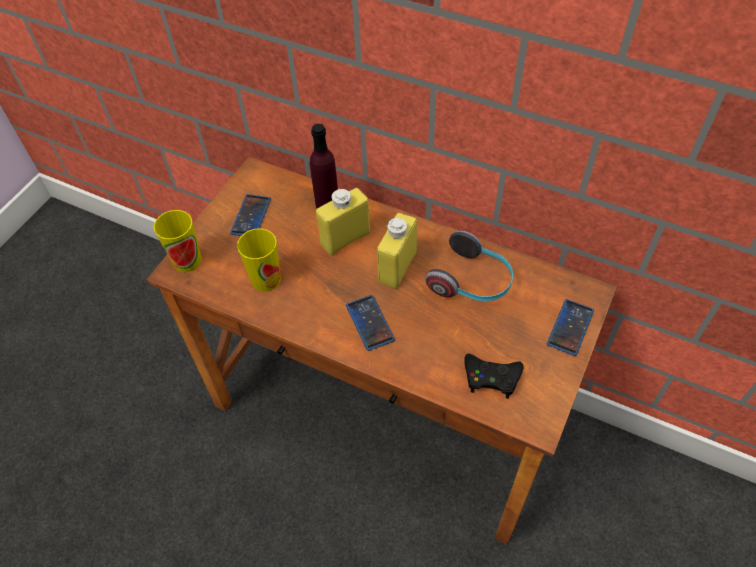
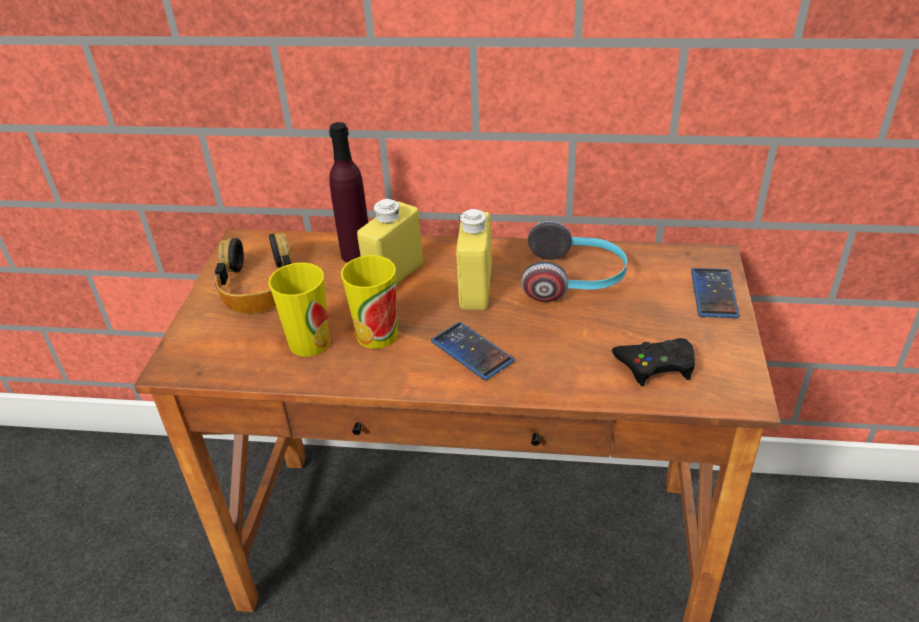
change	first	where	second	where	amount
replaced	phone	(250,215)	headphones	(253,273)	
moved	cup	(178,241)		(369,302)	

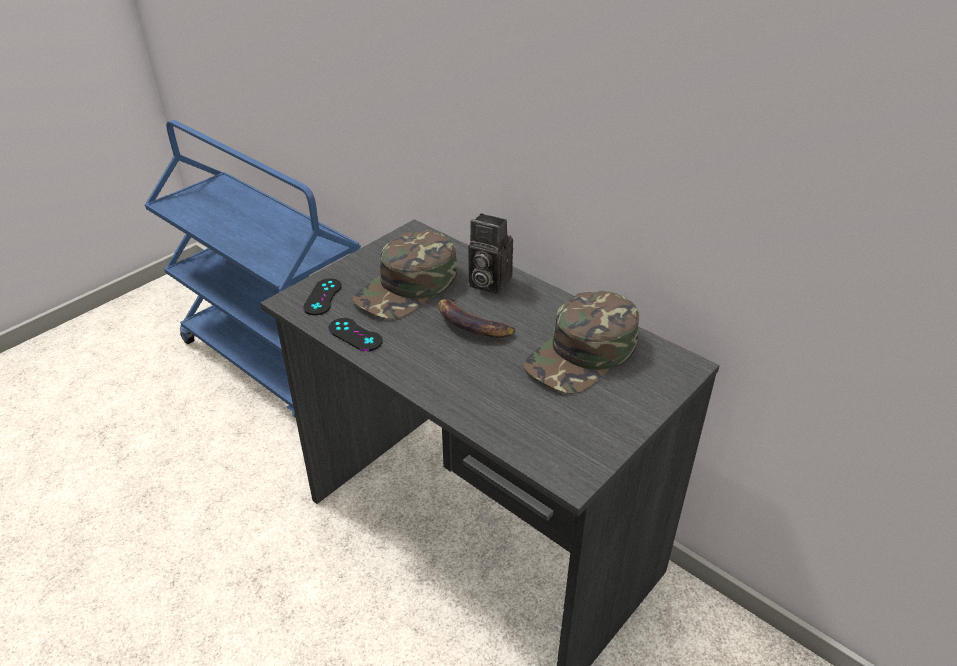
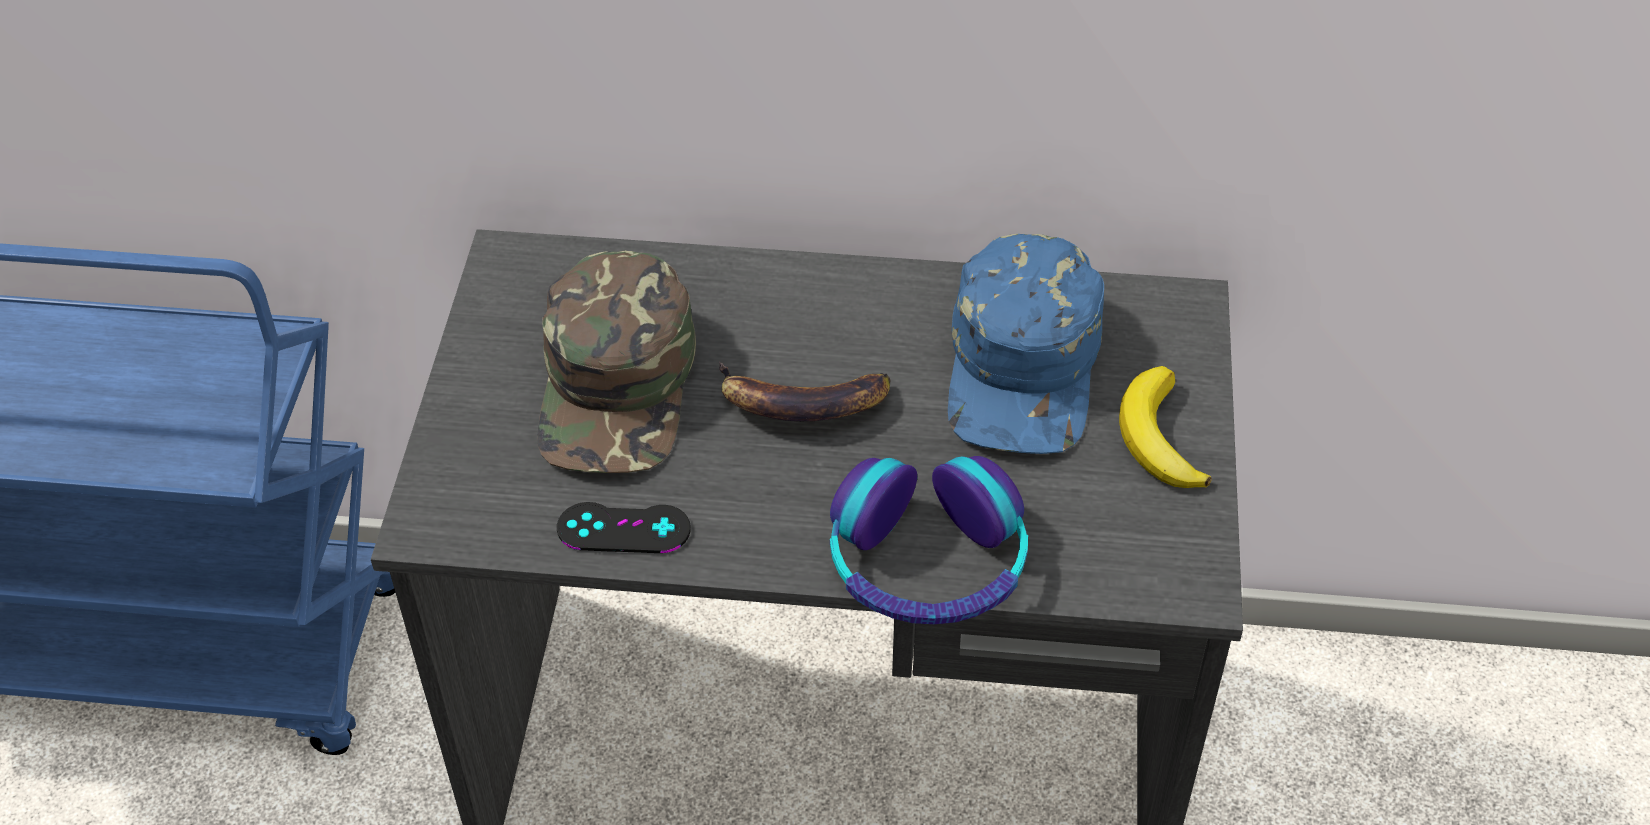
change	first	where	second	where	amount
added			headphones	(929,540)	
recoloured	cap (green)	(581,342)	cap (blue)	(1026,344)	
added			banana	(1165,427)	
removed	game controller (black)	(322,296)			
removed	photo camera	(490,253)			

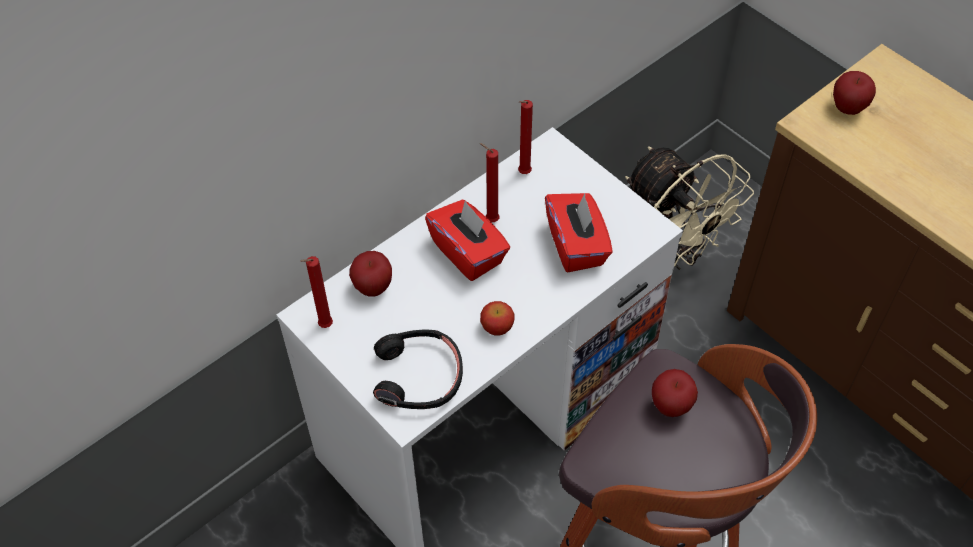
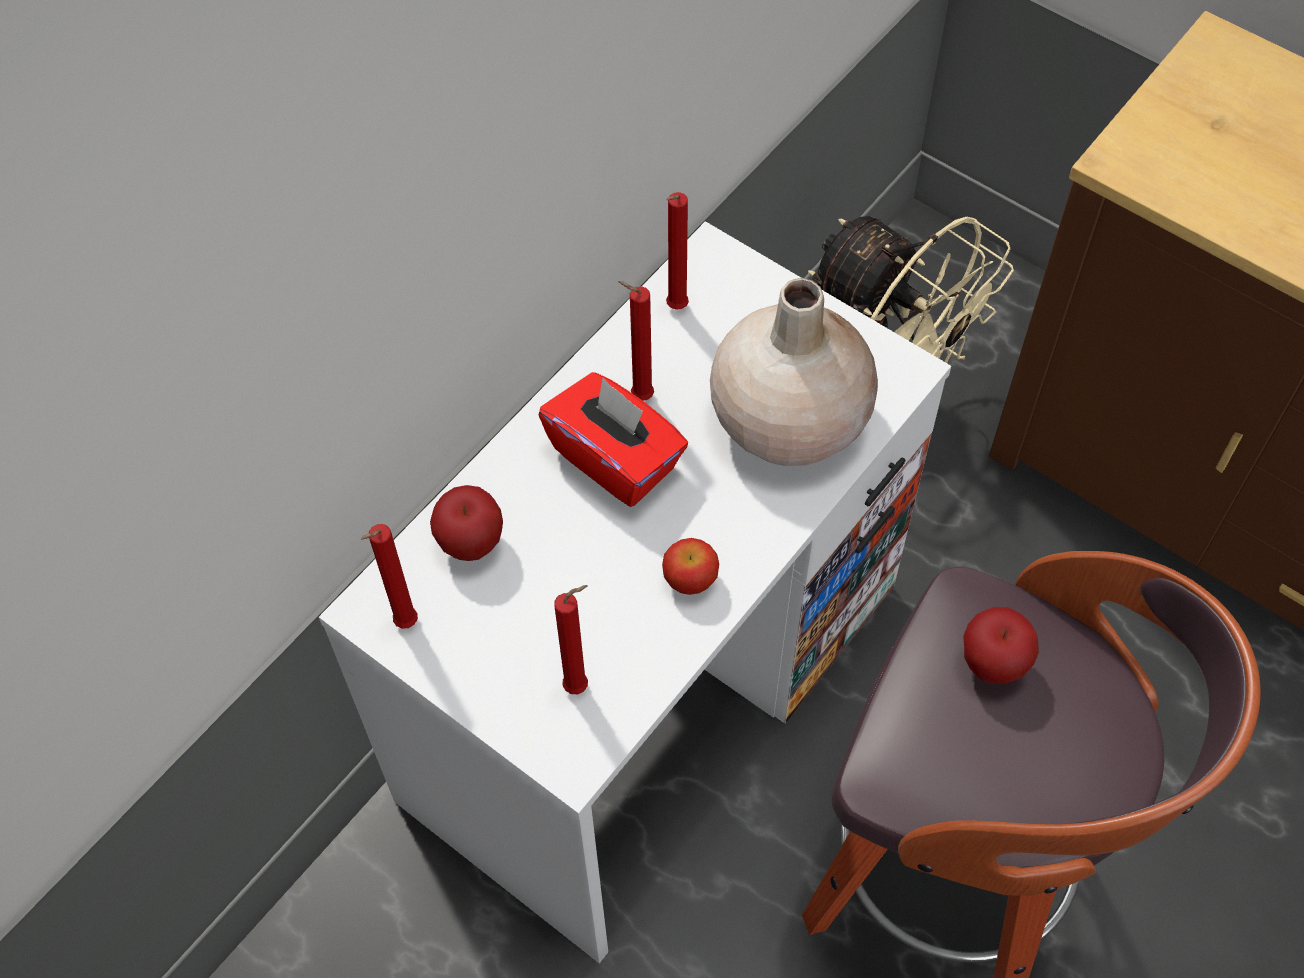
change	first	where	second	where	amount
replaced	headphones (black)	(418,369)	candle (red)	(571,639)	
replaced	tissue box (red)	(579,232)	vase (beige)	(794,372)	
removed	apple	(854,93)			

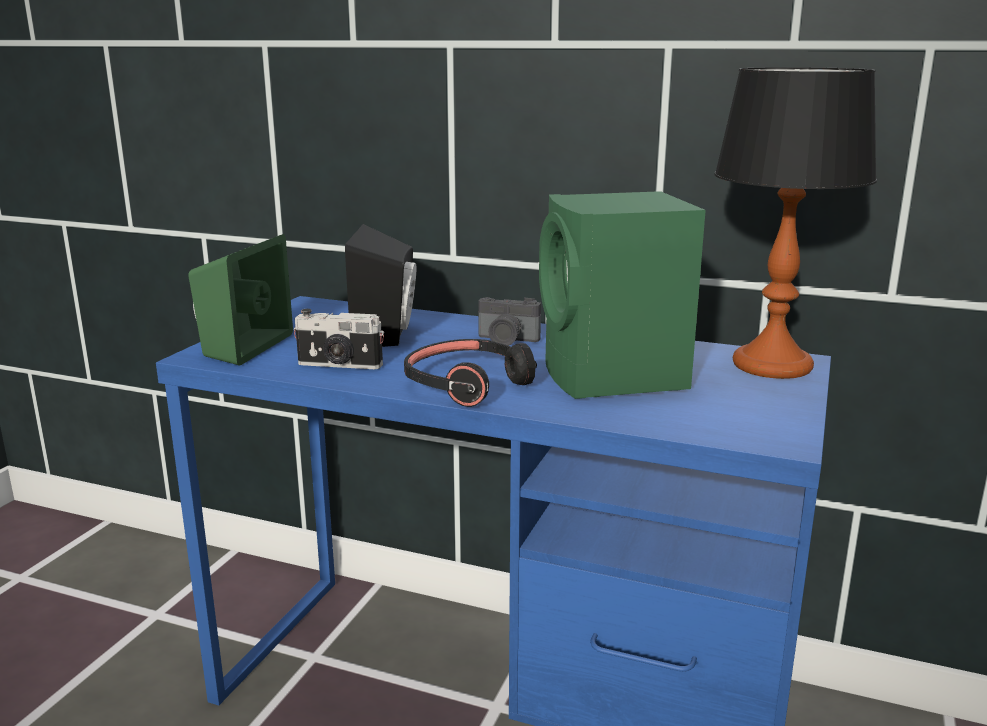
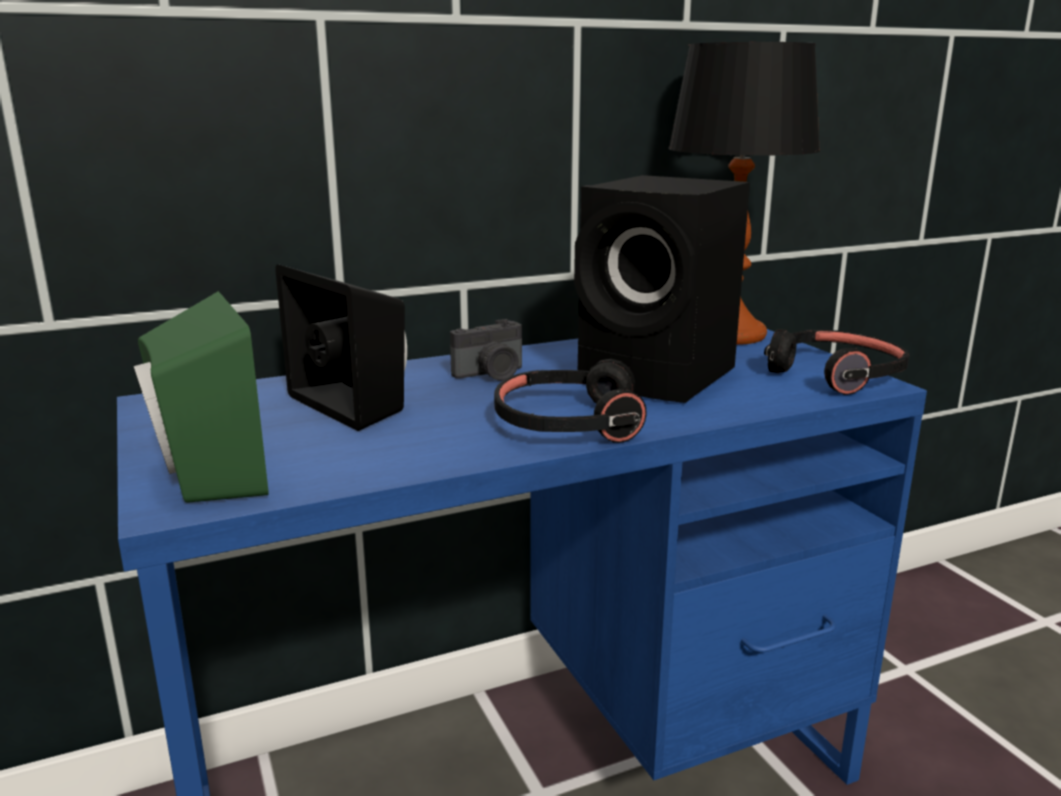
change	first	where	second	where	amount
recoloured	speaker (green)	(622,295)	speaker (black)	(662,289)	
added			headphones (black)	(837,362)	
removed	photo camera	(339,339)			

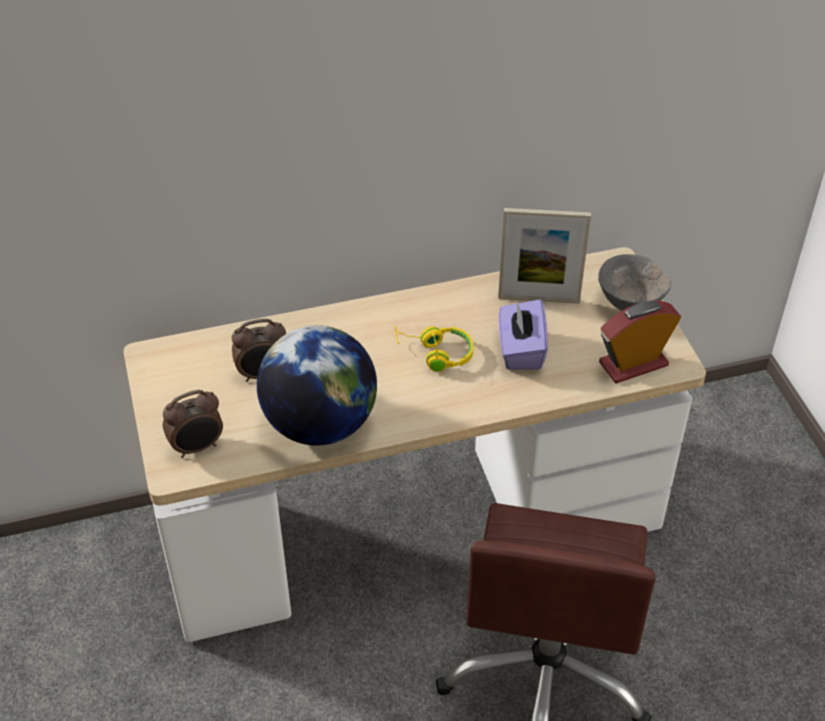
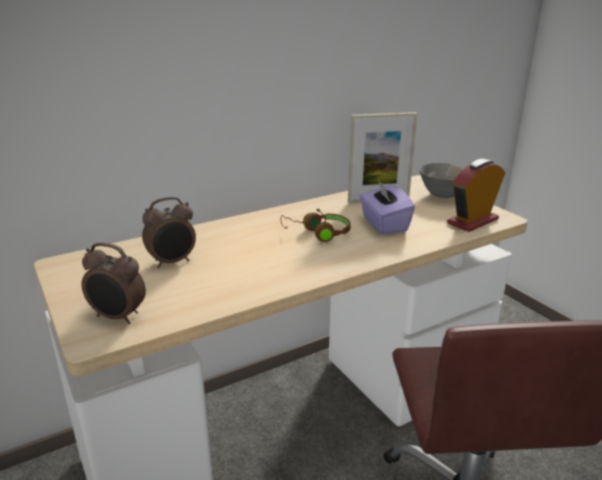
change	first	where	second	where	amount
turned	alarm clock	(193,424)		(114,283)	60 degrees clockwise
recoloured	headphones (yellow)	(434,349)	headphones (brown)	(315,225)	
removed	globe	(317,385)			

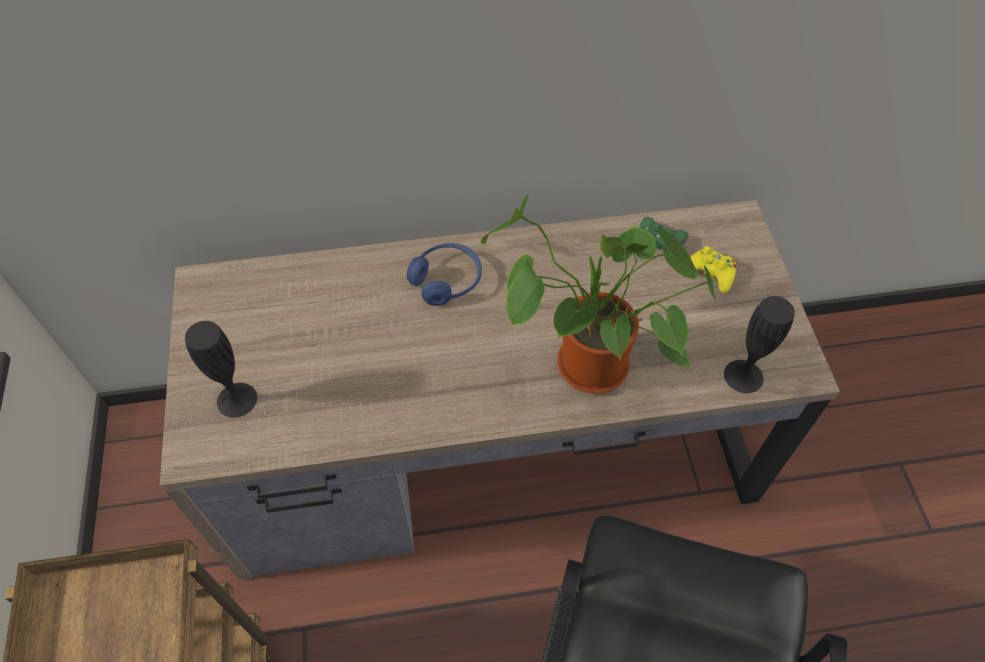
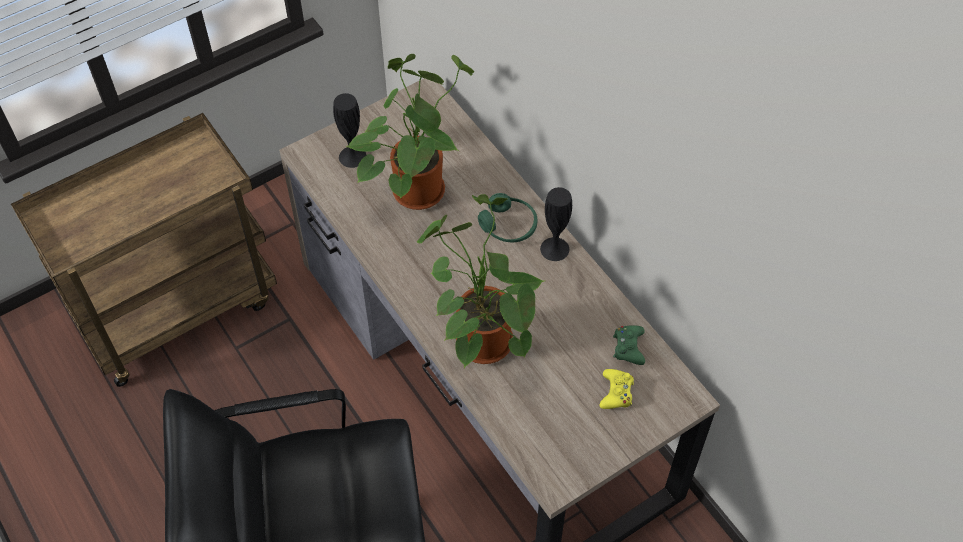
change	first	where	second	where	amount
added			potted plant	(410,132)	
recoloured	headphones (blue)	(444,274)	headphones (green)	(508,217)	
moved	vase (black)	(759,345)		(556,224)	

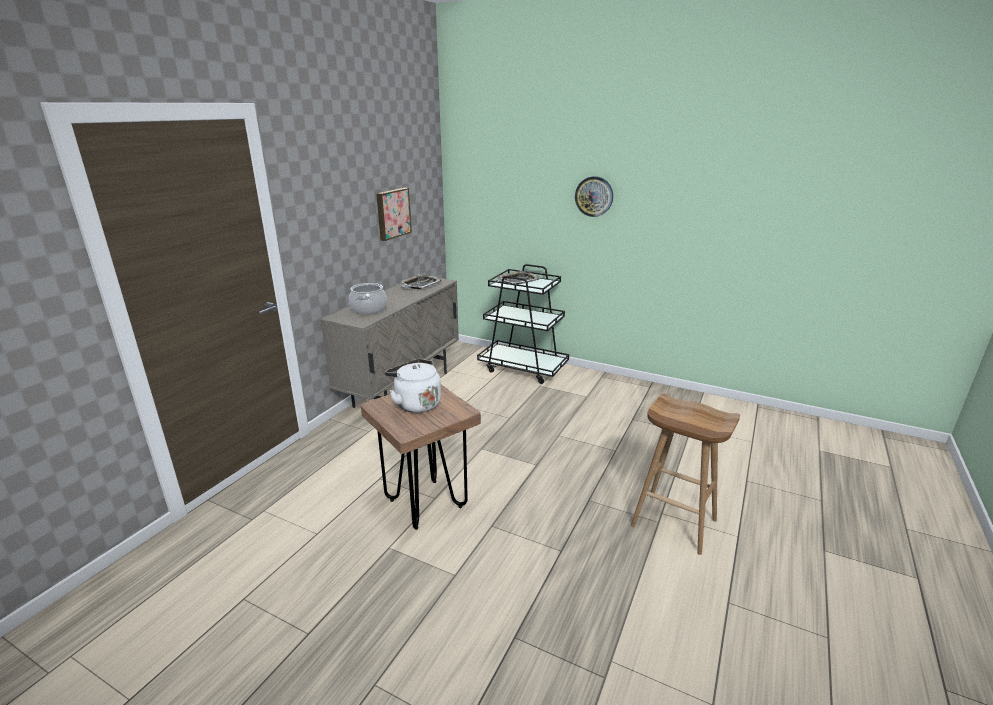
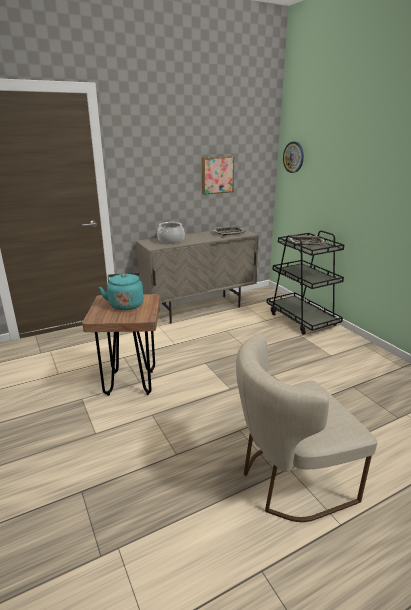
change	first	where	second	where	amount
recoloured	kettle (white)	(413,386)	kettle (turquoise)	(121,291)	
replaced	stool (brown)	(685,474)	chair (beige)	(307,428)	
moved	wall clock	(594,196)		(293,157)	

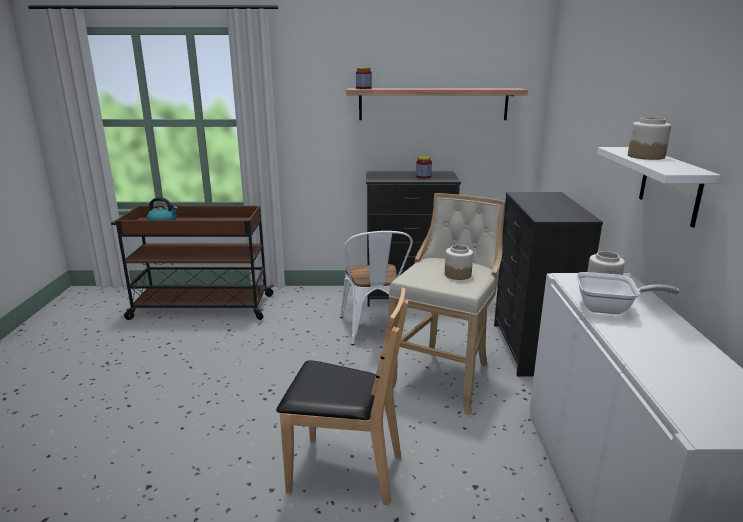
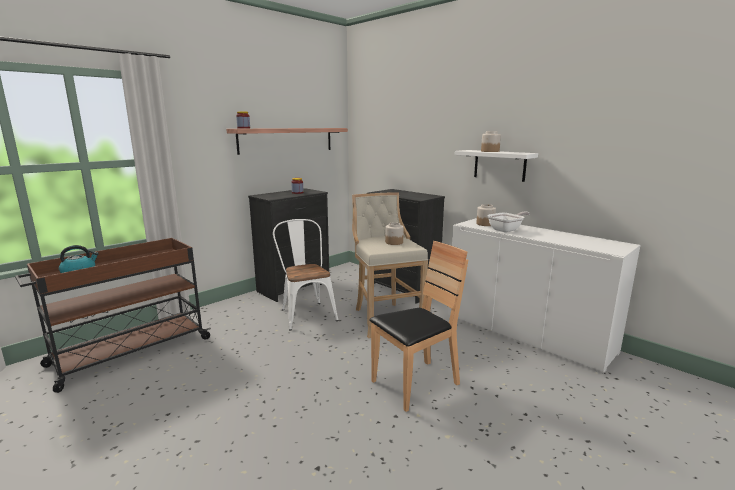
change	first	where	second	where	amount
turned	chair (white)	(376,288)		(306,275)	150 degrees counterclockwise

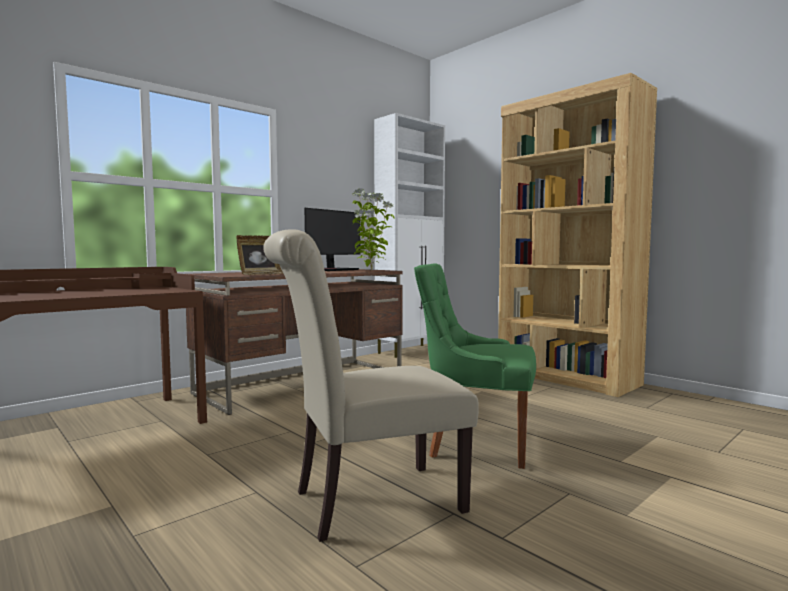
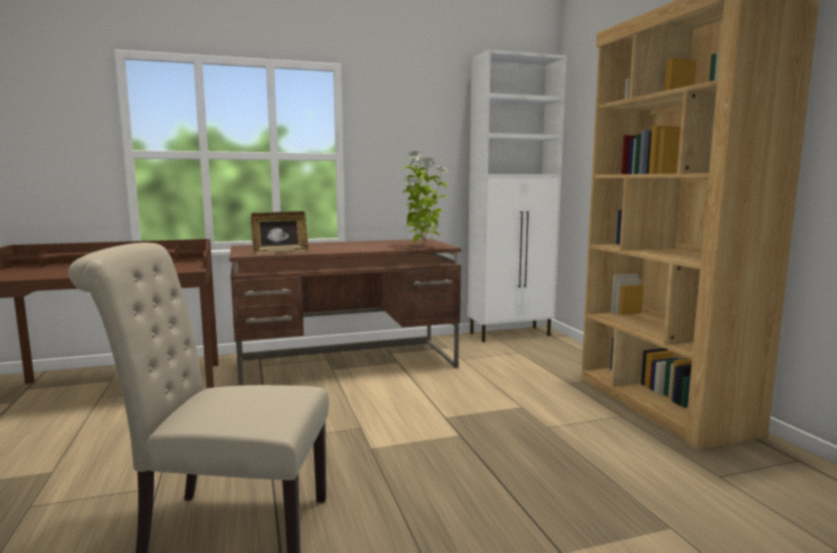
change	first	where	second	where	amount
removed	monitor	(332,239)			
removed	chair (green)	(475,366)			

